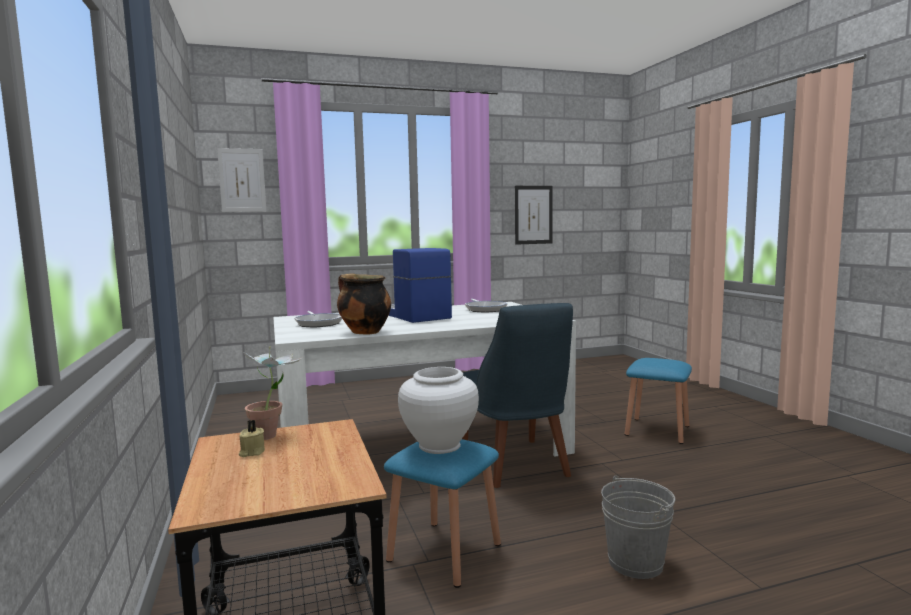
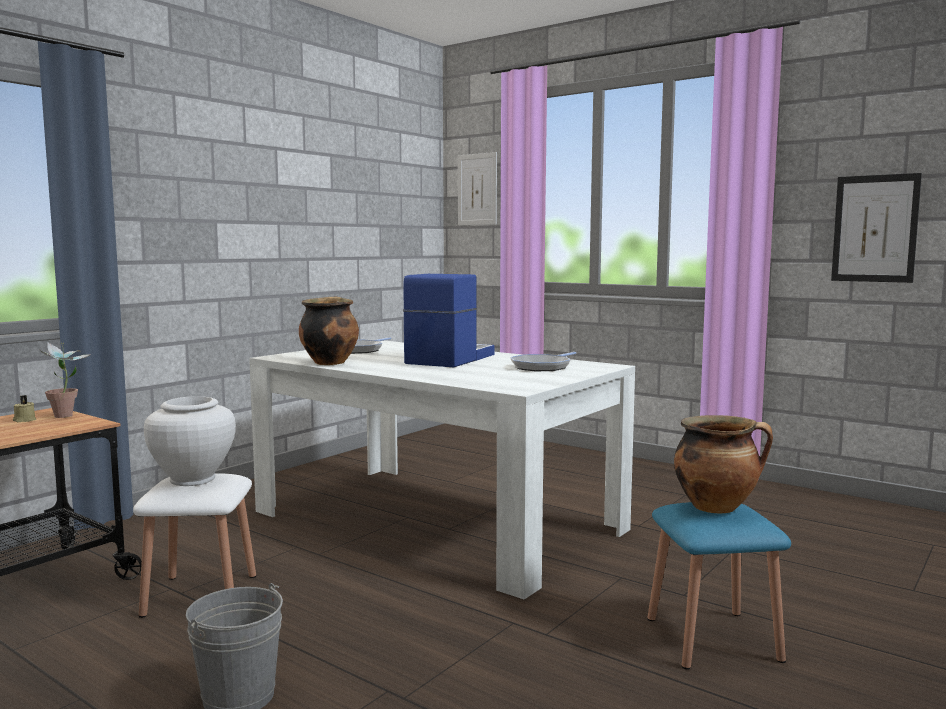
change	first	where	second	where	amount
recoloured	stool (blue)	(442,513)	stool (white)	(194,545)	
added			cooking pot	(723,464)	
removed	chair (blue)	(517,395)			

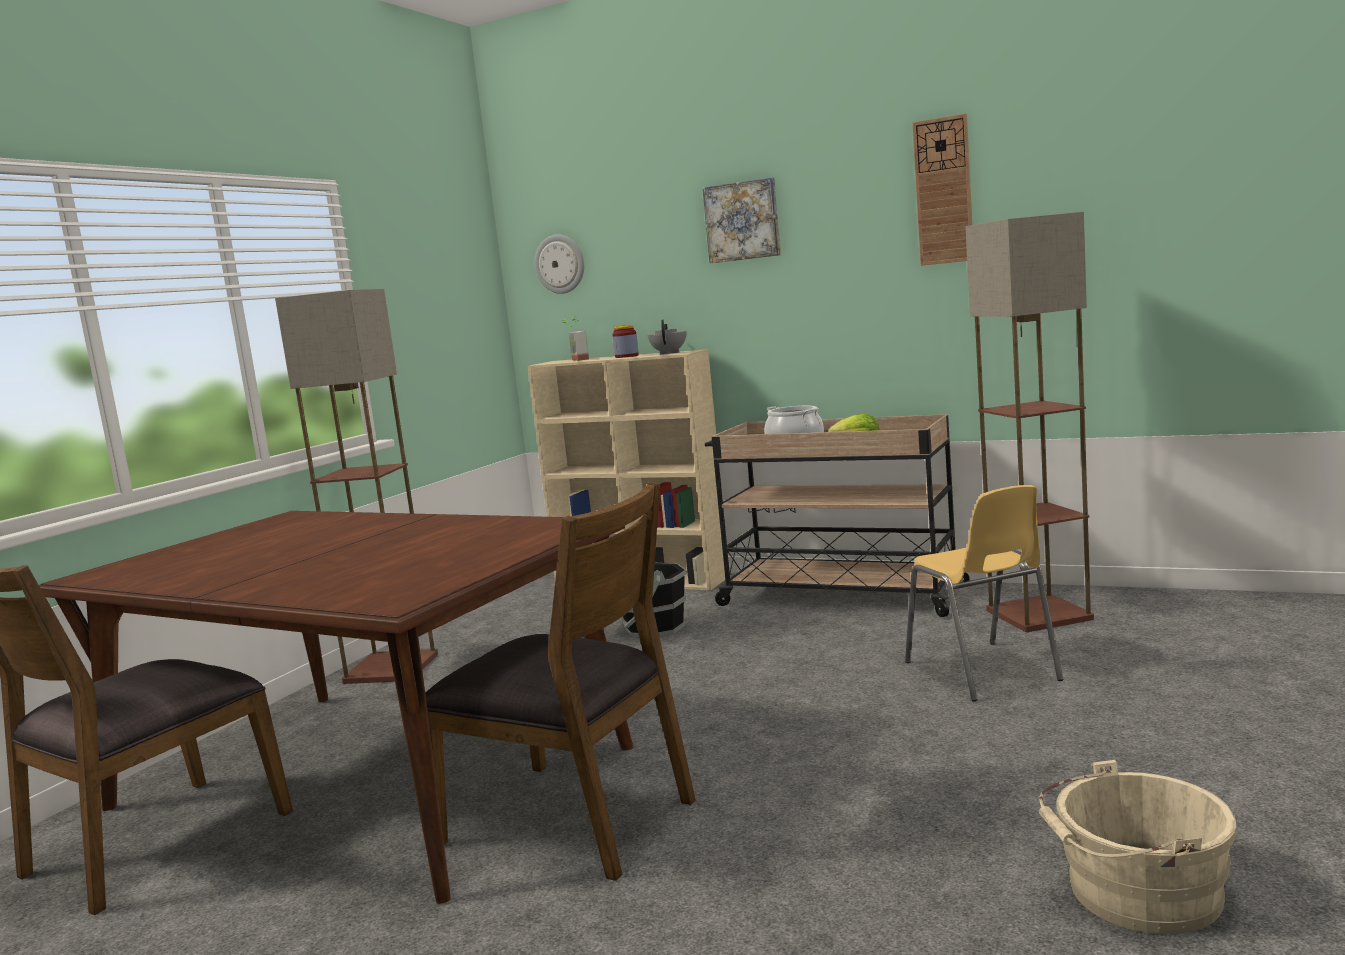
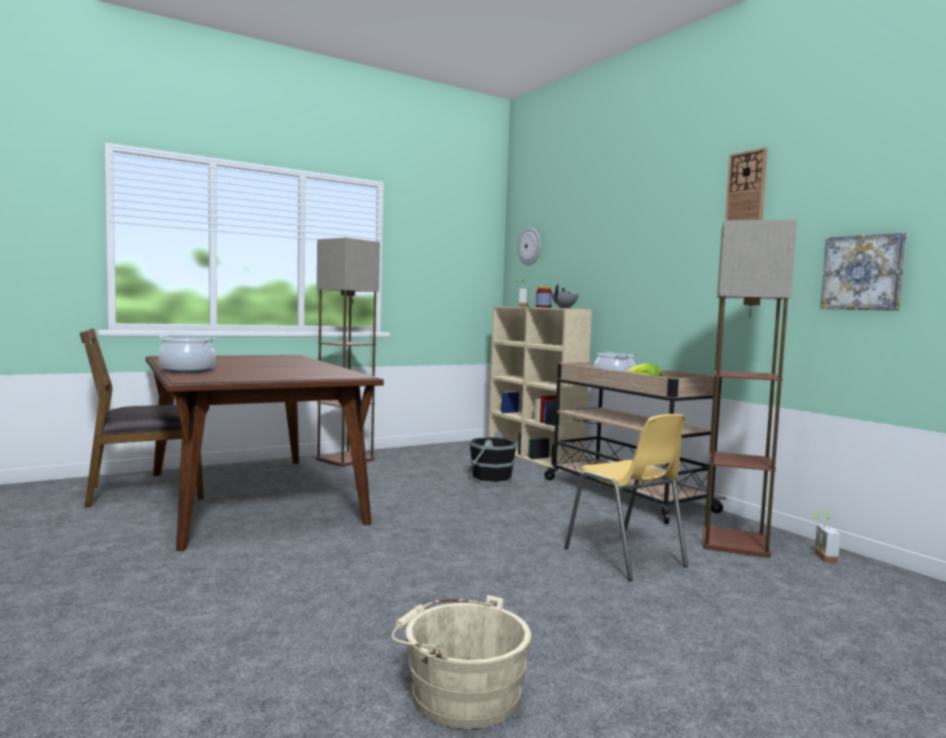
change	first	where	second	where	amount
added			cooking pot	(187,354)	
turned	chair (yellow)	(984,593)		(626,497)	45 degrees counterclockwise
added			potted plant	(826,537)	
moved	picture	(741,220)		(863,271)	
removed	chair (brown)	(560,681)			

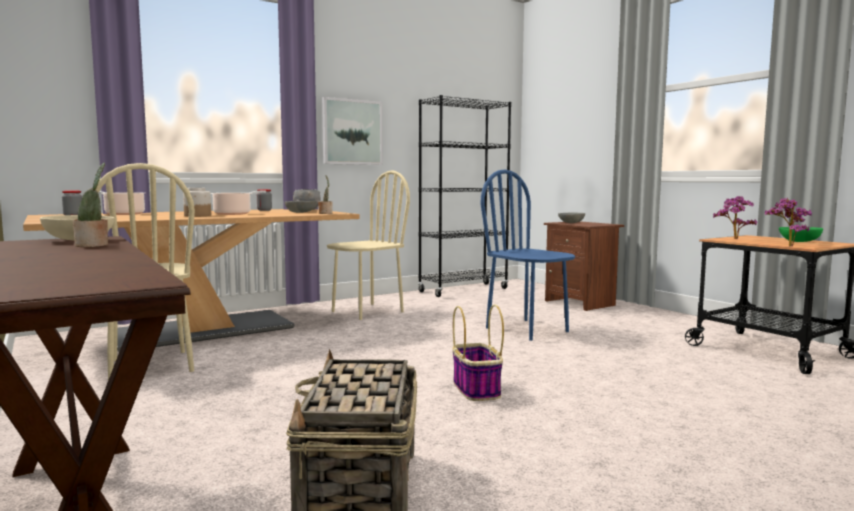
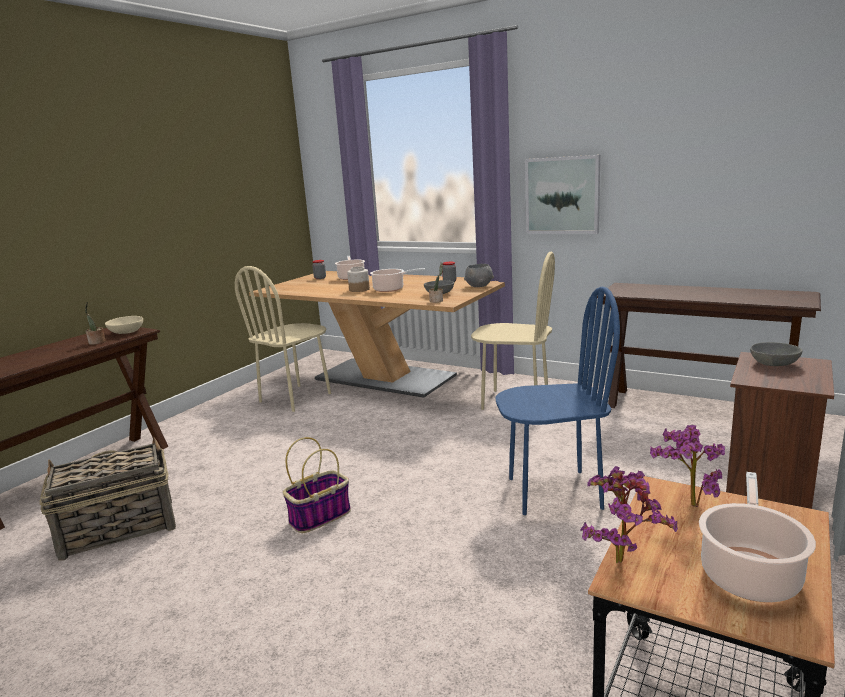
change	first	where	second	where	amount
turned	chair (blue)	(528,255)		(557,401)	60 degrees clockwise
replaced	bookcase (black)	(464,196)	console table (brown)	(709,345)	
replaced	bowl (green)	(801,234)	cooking pot	(757,537)	

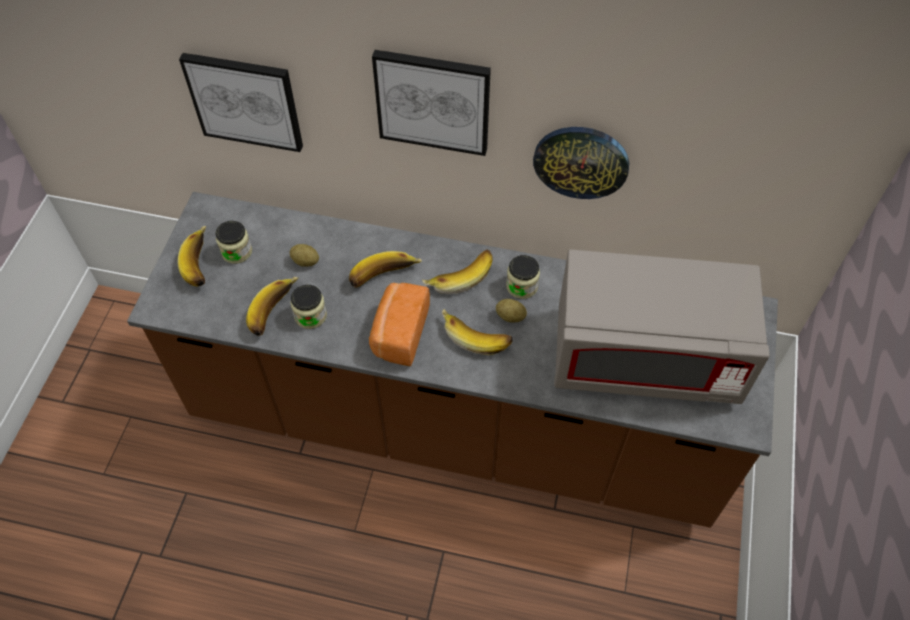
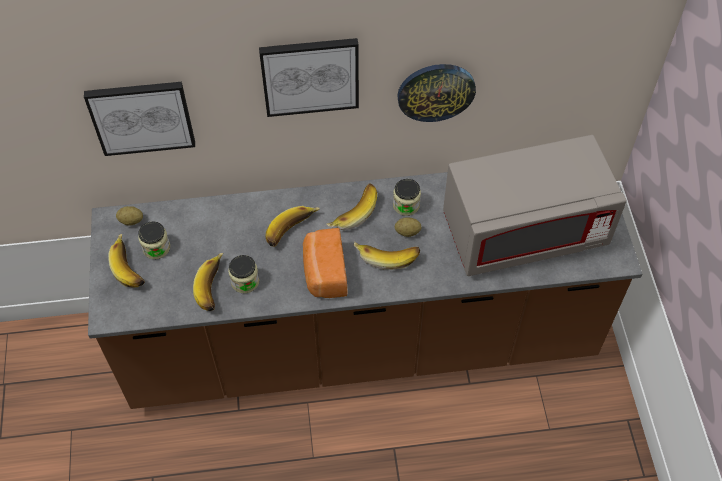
change	first	where	second	where	amount
moved	potato	(304,255)		(129,216)	

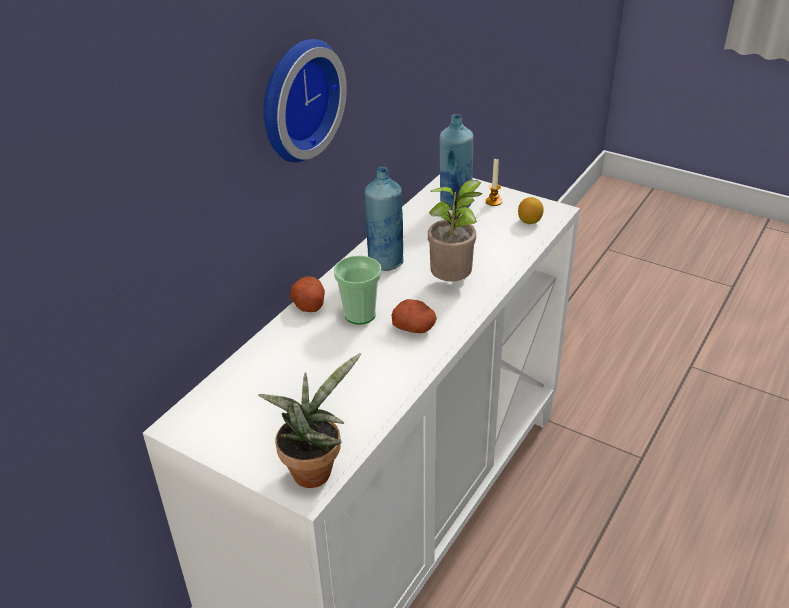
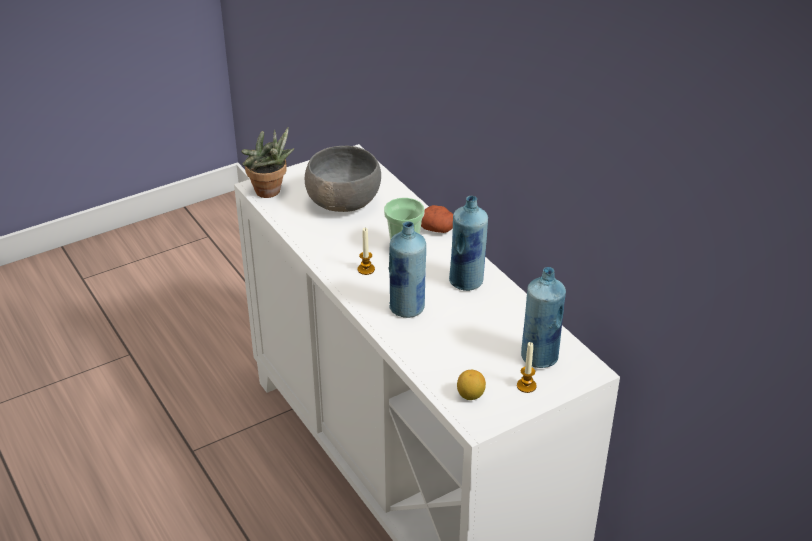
change	first	where	second	where	amount
added			bowl (grey)	(343,179)	
replaced	potato	(414,316)	candle	(366,251)	
replaced	potted plant	(455,230)	bottle (blue)	(407,269)	
removed	wall clock	(305,101)			

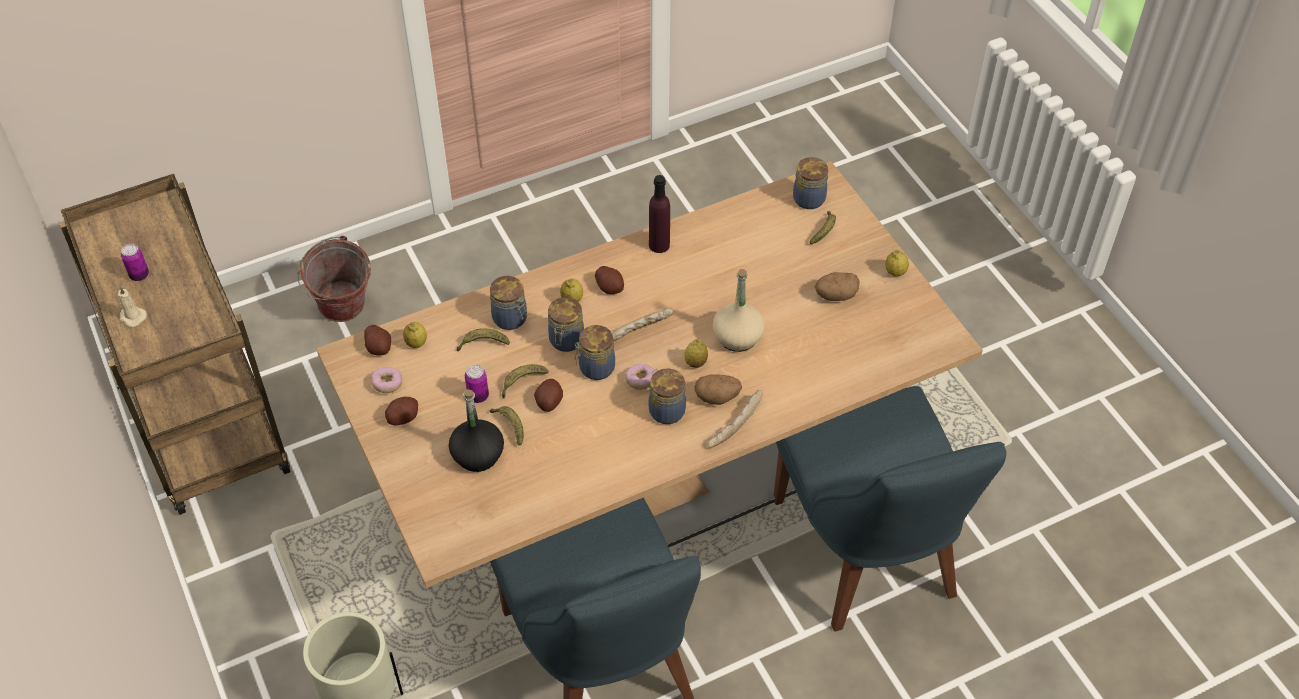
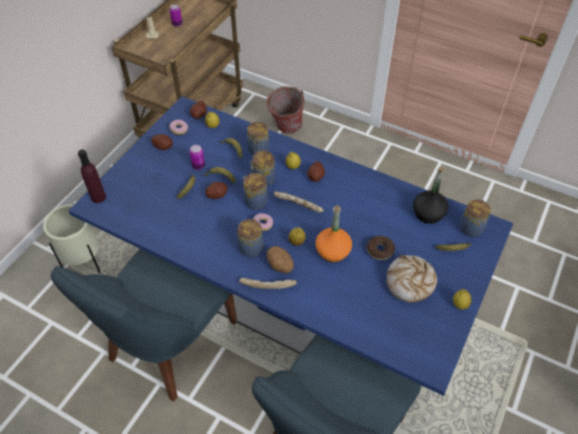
change	first	where	second	where	amount
recoloured	dining table (beige)	(649,374)	dining table (blue)	(290,246)	
moved	bottle (purple)	(659,214)		(92,176)	
recoloured	bottle (beige)	(739,310)	bottle (orange)	(333,233)	
added			donut	(381,248)	
replaced	potato	(837,286)	bread	(412,279)	
moved	bottle (black)	(476,430)		(431,195)	

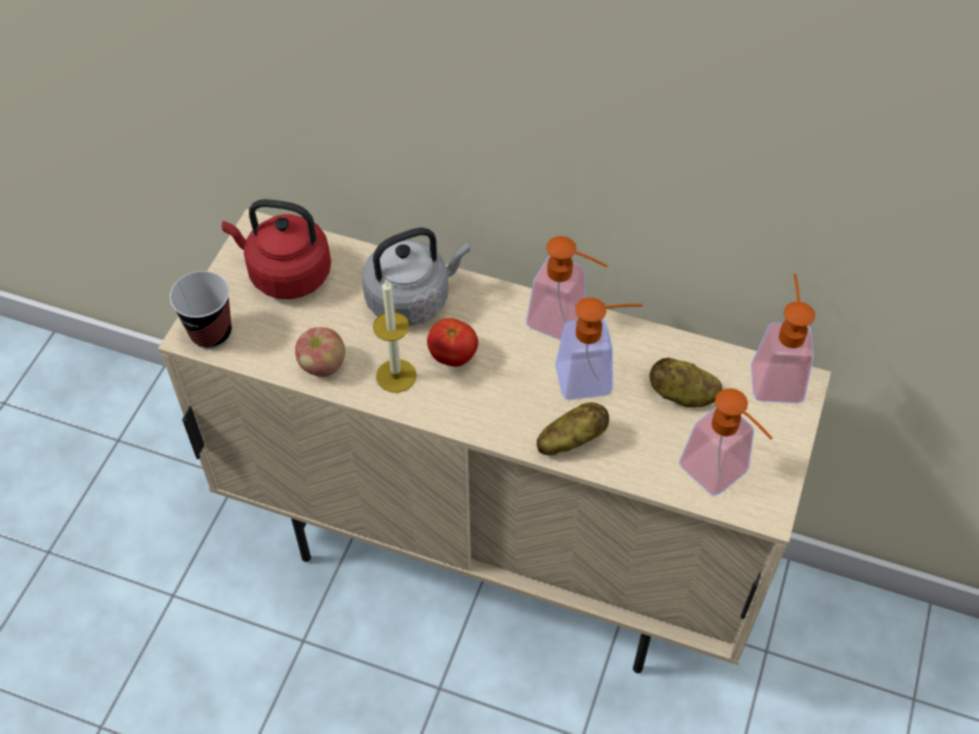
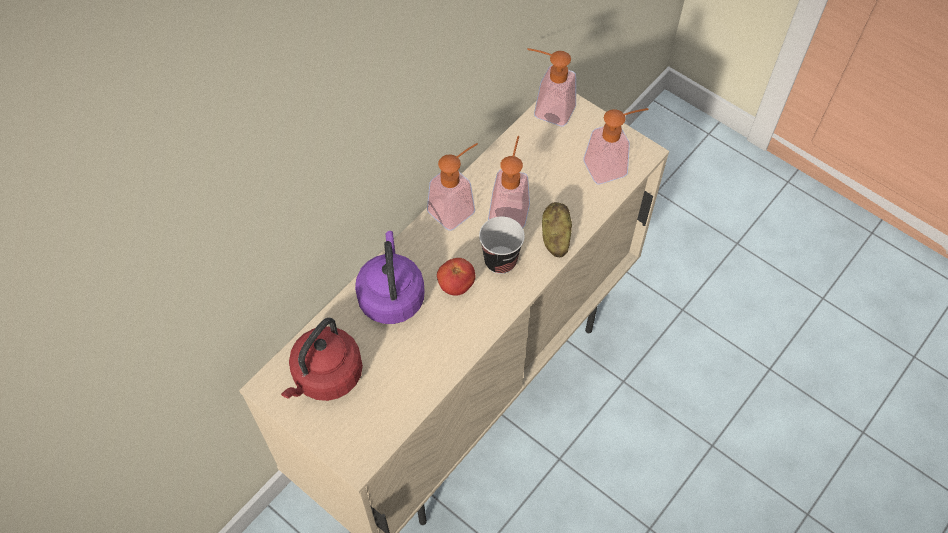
change	first	where	second	where	amount
recoloured	kettle (grey)	(416,276)	kettle (purple)	(390,277)	
moved	cup	(201,310)		(502,245)	
removed	apple	(320,352)			
removed	candle	(395,336)			
removed	potato	(685,383)			

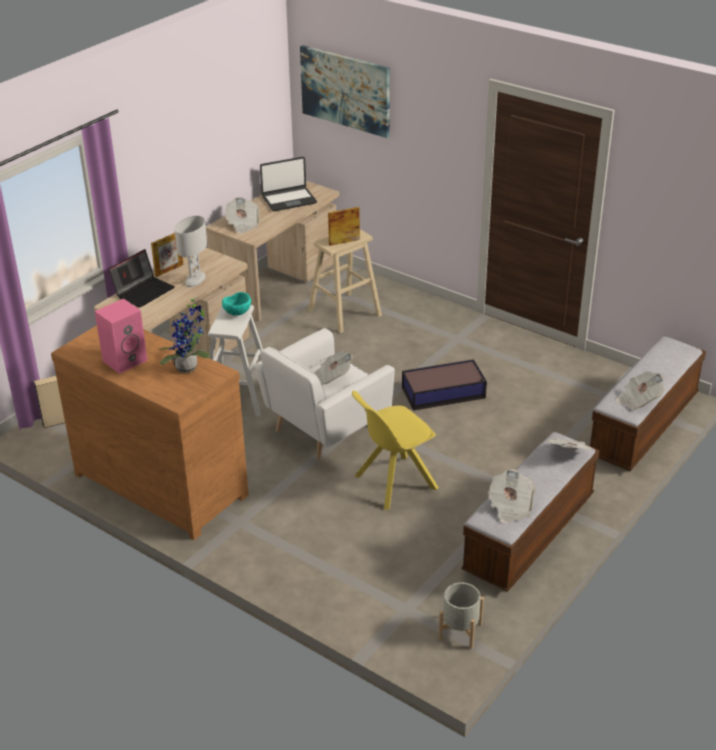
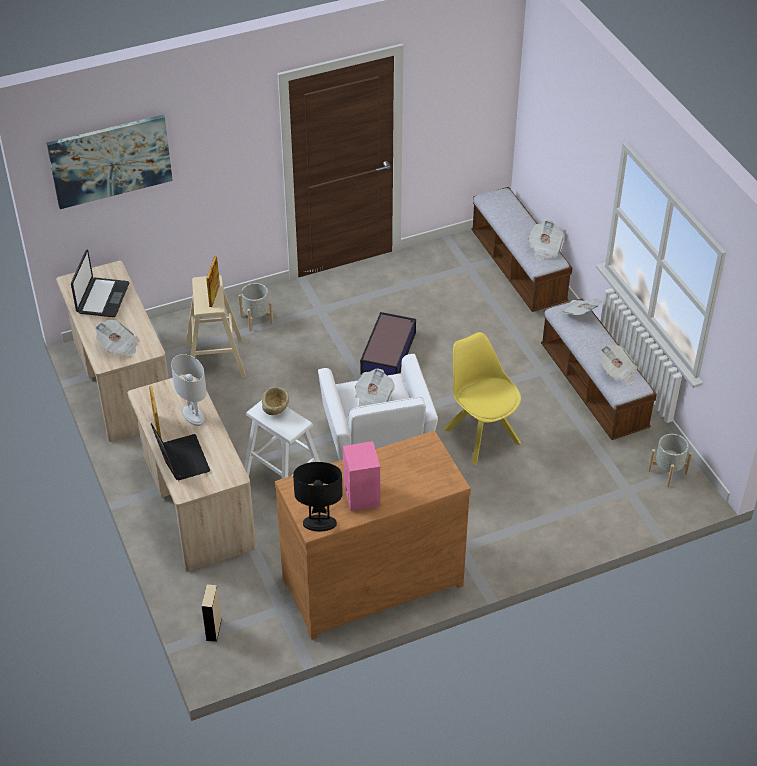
change	first	where	second	where	amount
added			planter (grey)	(256,307)	
recoloured	bowl (turquoise)	(236,304)	bowl (beige)	(275,401)	
added			table lamp (black)	(317,496)	
turned	chair (yellow)	(395,450)		(482,398)	150 degrees clockwise
removed	potted plant	(184,334)			

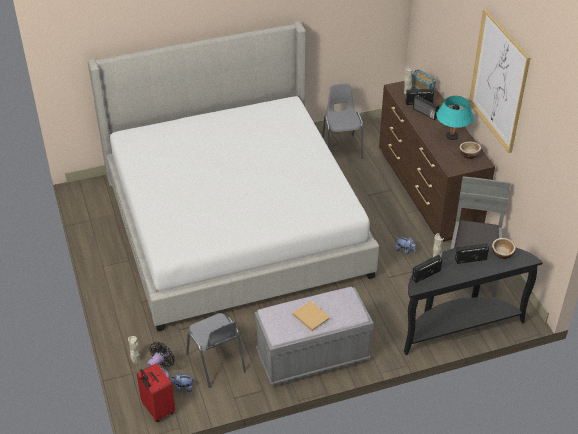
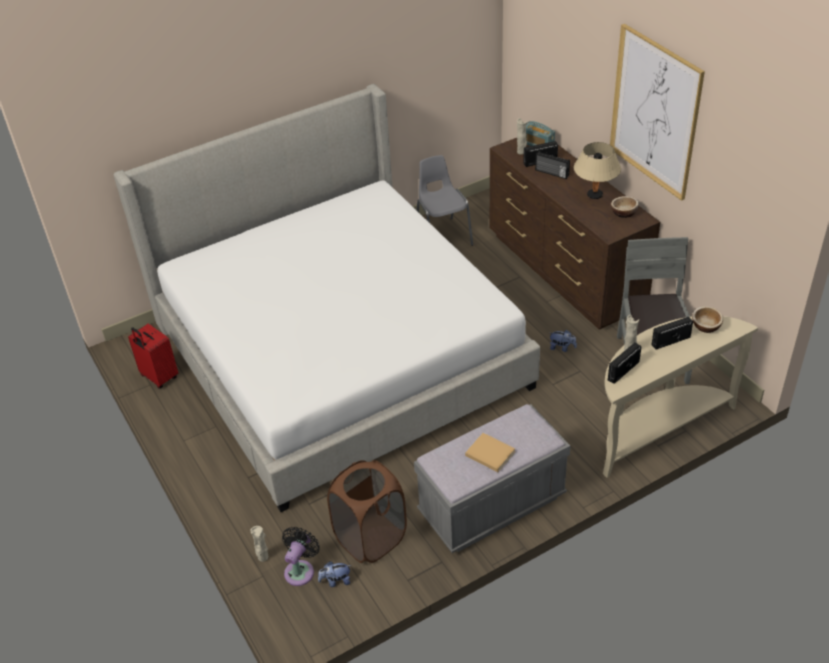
change	first	where	second	where	amount
moved	suitcase (red)	(156,392)		(153,356)	
replaced	chair (grey)	(216,350)	laundry basket (brown)	(367,511)	
recoloured	table lamp (turquoise)	(455,118)	table lamp (beige)	(597,170)	
recoloured	console table (black)	(473,299)	console table (beige)	(680,397)	

